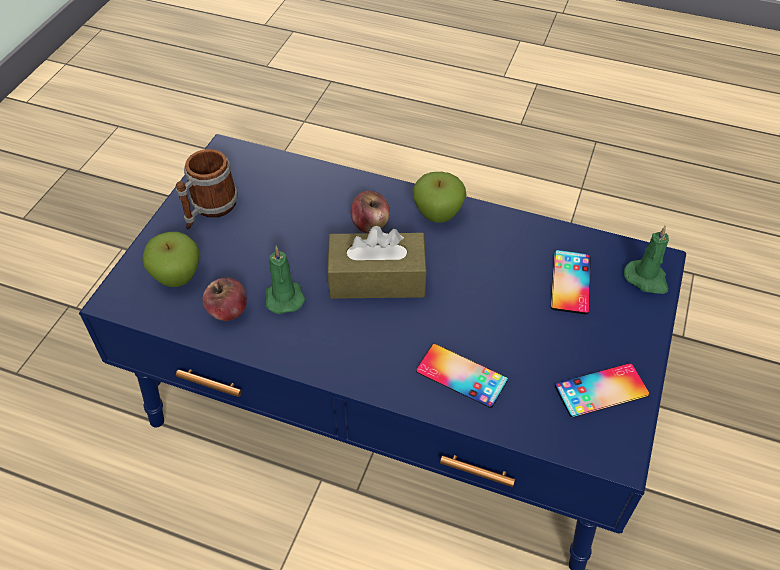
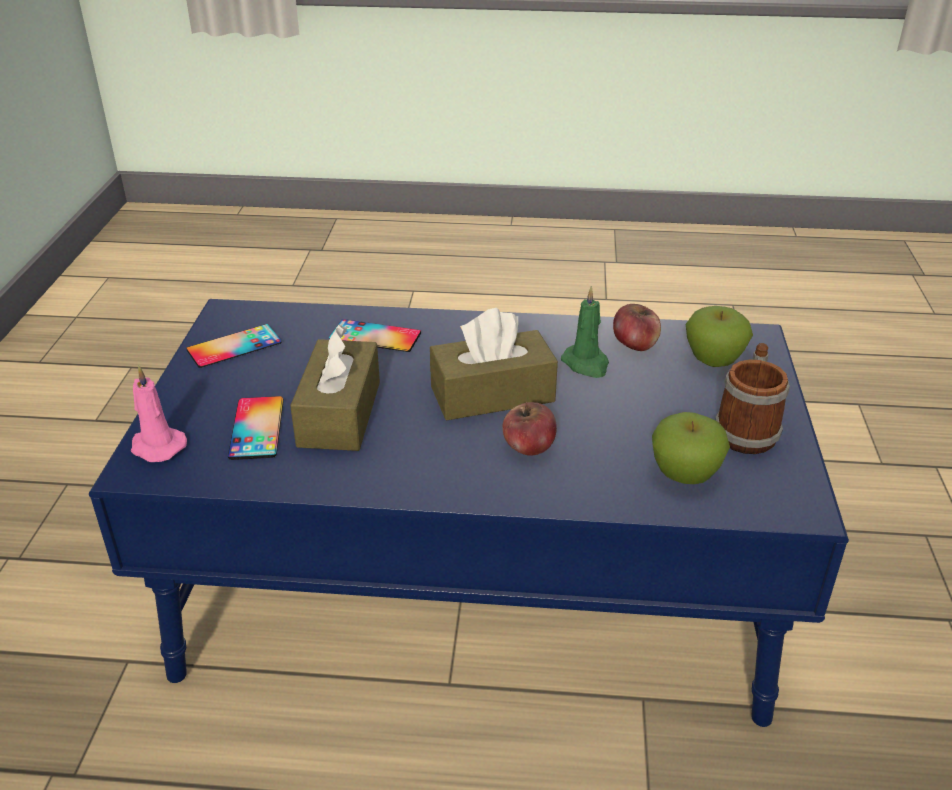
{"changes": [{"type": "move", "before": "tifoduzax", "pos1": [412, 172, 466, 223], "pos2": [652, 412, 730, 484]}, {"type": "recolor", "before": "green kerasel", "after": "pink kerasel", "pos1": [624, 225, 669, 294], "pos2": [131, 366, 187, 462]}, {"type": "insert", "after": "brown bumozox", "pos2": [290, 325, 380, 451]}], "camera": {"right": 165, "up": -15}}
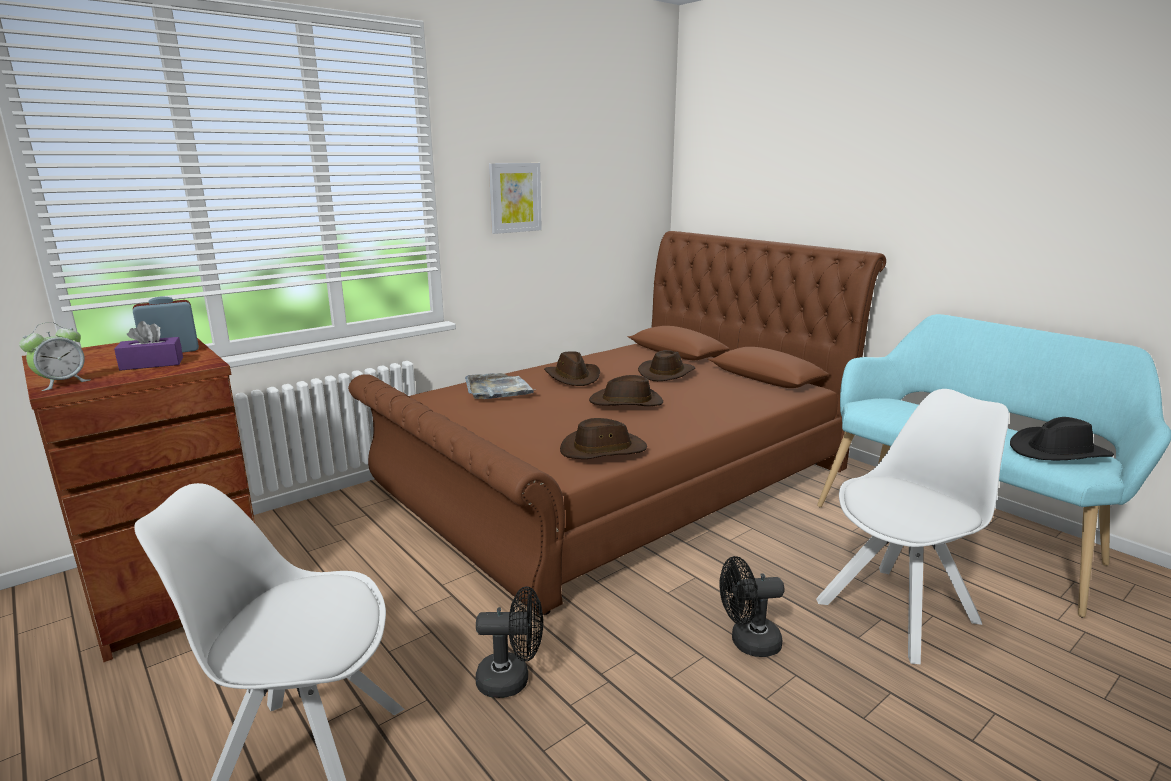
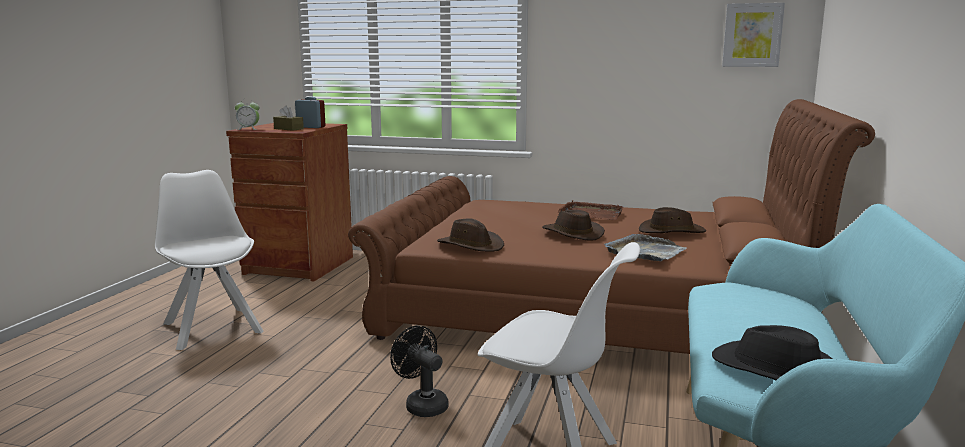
{"changes": [{"type": "recolor", "before": "purple bumozox", "after": "brown bumozox", "pos1": [114, 321, 183, 371], "pos2": [273, 105, 304, 131]}, {"type": "move", "before": "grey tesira", "pos1": [465, 373, 534, 399], "pos2": [604, 234, 686, 261]}, {"type": "delete", "before": "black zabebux", "pos1": [476, 587, 543, 698]}, {"type": "move", "before": "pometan", "pos1": [489, 163, 542, 234], "pos2": [722, 3, 785, 67]}, {"type": "replace", "before": "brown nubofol", "after": "brown tesira", "pos1": [544, 351, 600, 386], "pos2": [558, 200, 623, 220]}], "camera": {"right": 55, "up": -5}}
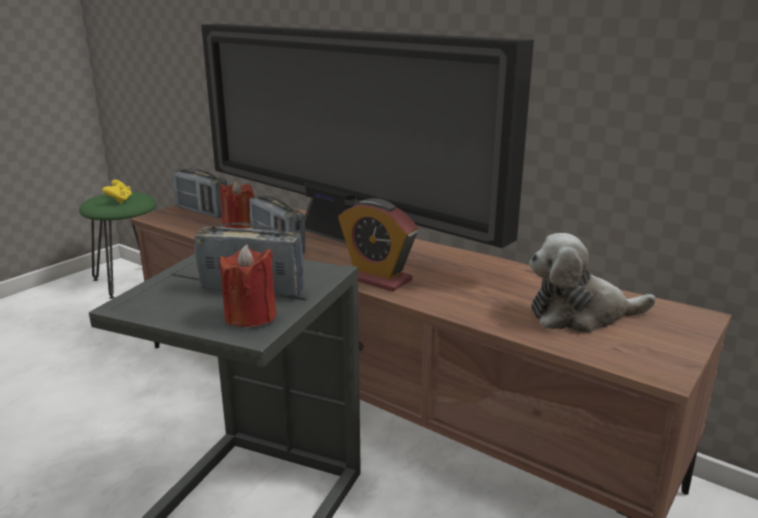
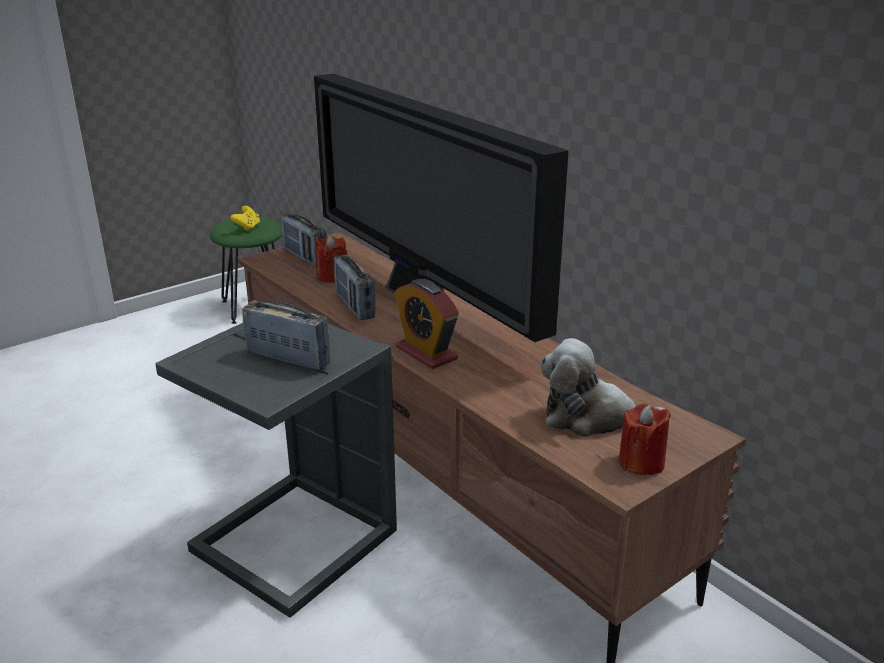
{"changes": [{"type": "move", "before": "red kerasel", "pos1": [219, 244, 277, 327], "pos2": [619, 403, 671, 475]}], "camera": {"right": 15, "up": 5}}
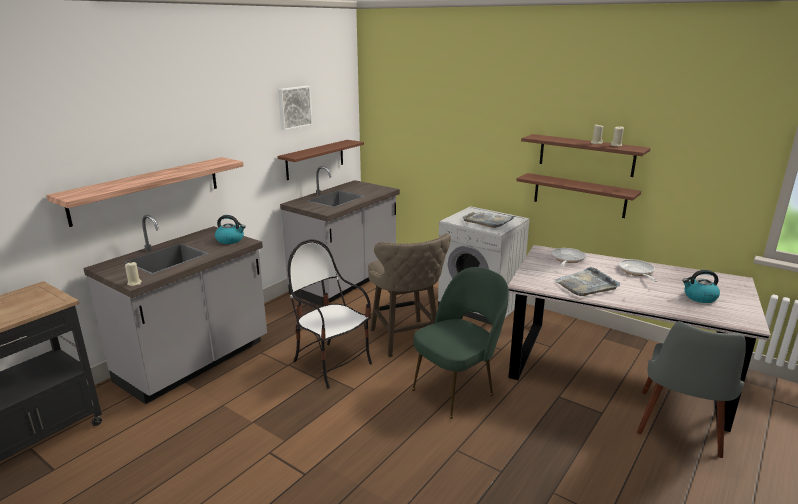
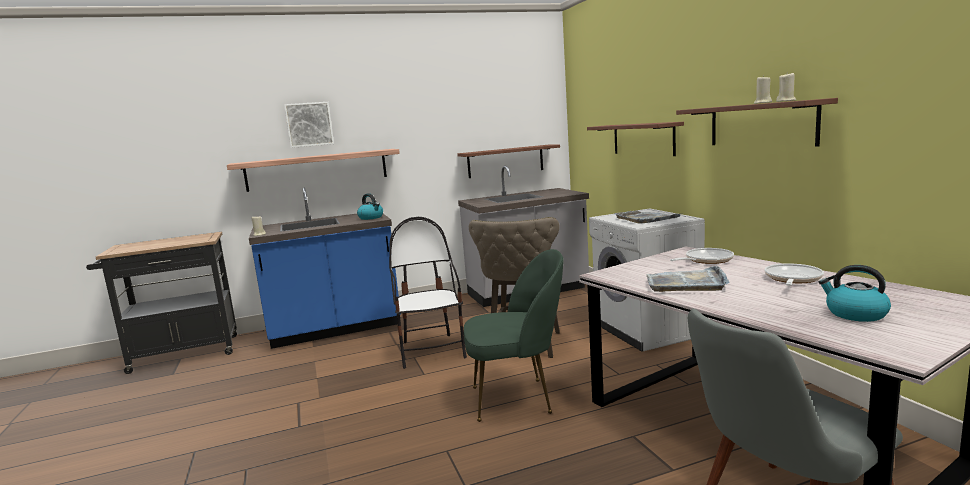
{"changes": [{"type": "recolor", "before": "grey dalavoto", "after": "blue dalavoto", "pos1": [83, 215, 267, 404], "pos2": [249, 188, 401, 349]}, {"type": "move", "before": "pometan", "pos1": [278, 86, 313, 130], "pos2": [284, 102, 334, 148]}, {"type": "move", "before": "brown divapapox", "pos1": [516, 173, 641, 218], "pos2": [587, 122, 684, 156]}], "camera": {"right": 35, "up": -10}}
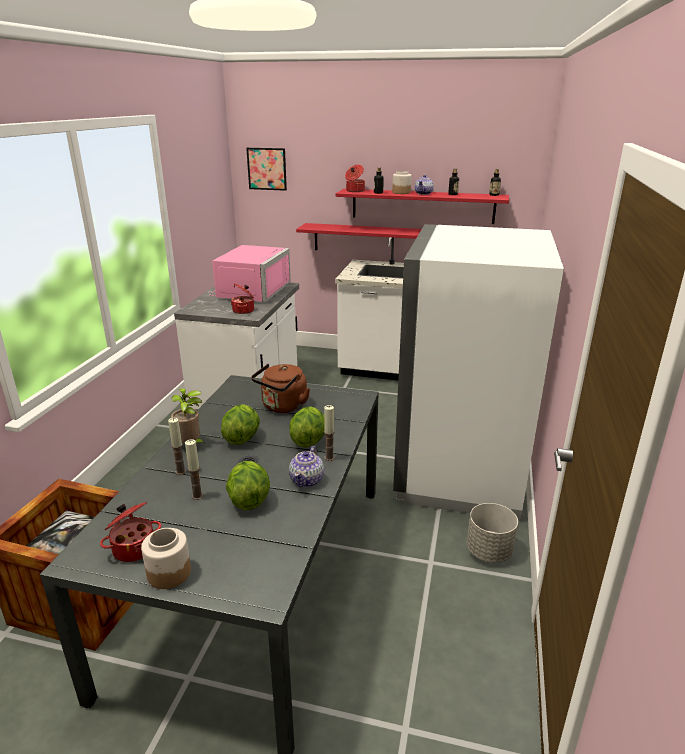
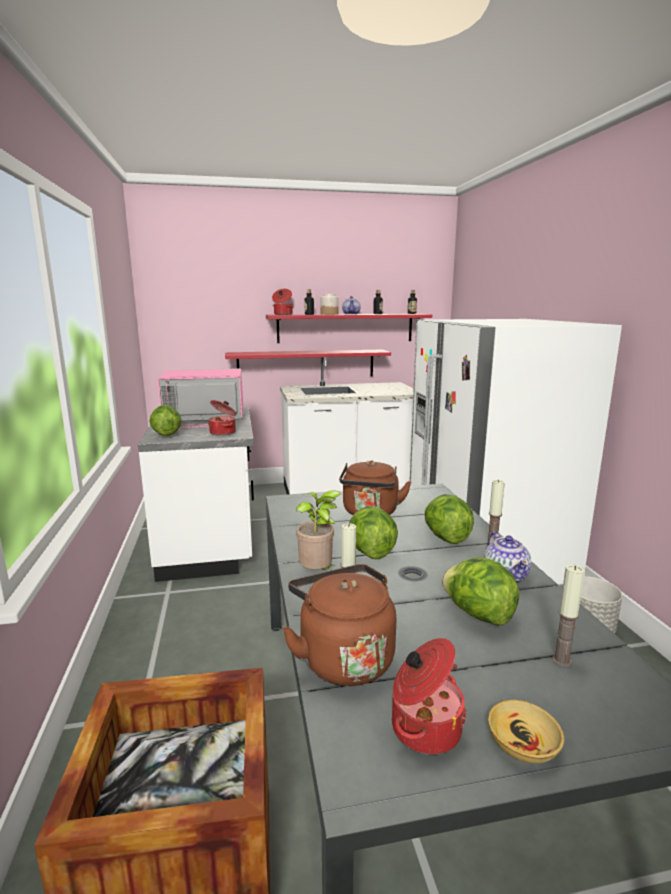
{"changes": [{"type": "replace", "before": "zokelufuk", "after": "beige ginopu", "pos1": [141, 528, 191, 589], "pos2": [488, 700, 564, 764]}, {"type": "move", "before": "kerasel", "pos1": [185, 439, 203, 500], "pos2": [552, 565, 585, 667]}, {"type": "rotate", "before": "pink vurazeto", "pos1": [210, 245, 291, 302], "pos2": [158, 368, 243, 428], "turn": -90}, {"type": "delete", "before": "pometan", "pos1": [246, 148, 287, 191]}, {"type": "insert", "after": "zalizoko", "pos2": [149, 405, 182, 436]}, {"type": "insert", "after": "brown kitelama", "pos2": [282, 564, 396, 686]}], "camera": {"right": -25, "up": -10}}
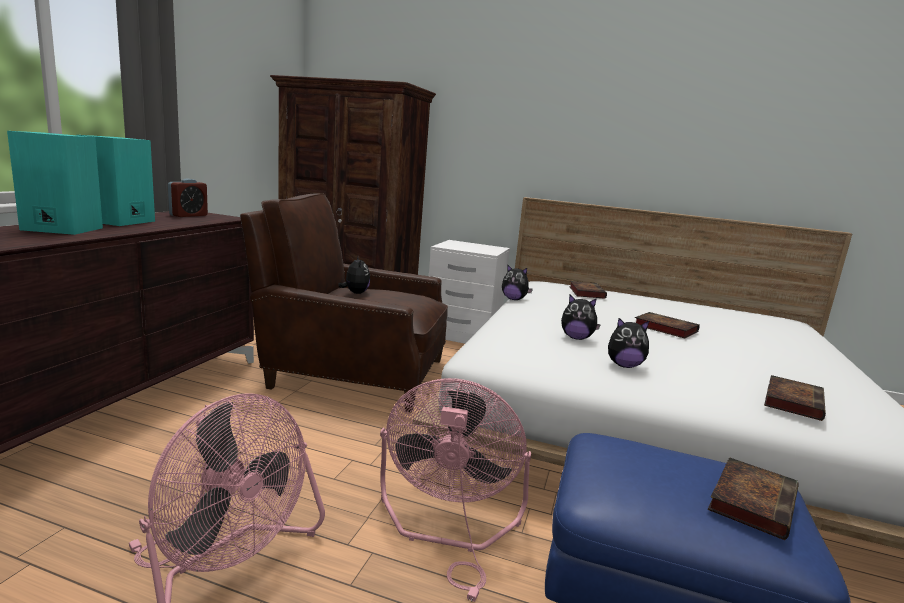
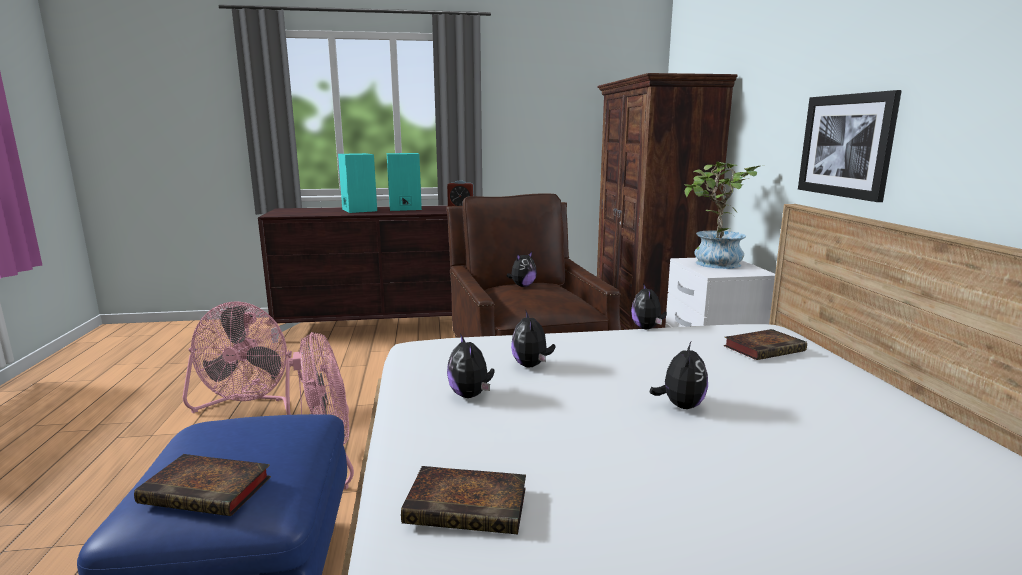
{"changes": [{"type": "replace", "before": "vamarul", "after": "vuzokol", "pos1": [635, 312, 700, 339], "pos2": [649, 342, 708, 409]}, {"type": "insert", "after": "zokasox", "pos2": [684, 162, 764, 269]}, {"type": "insert", "after": "pometan", "pos2": [798, 90, 902, 202]}], "camera": {"right": 65, "up": 0}}
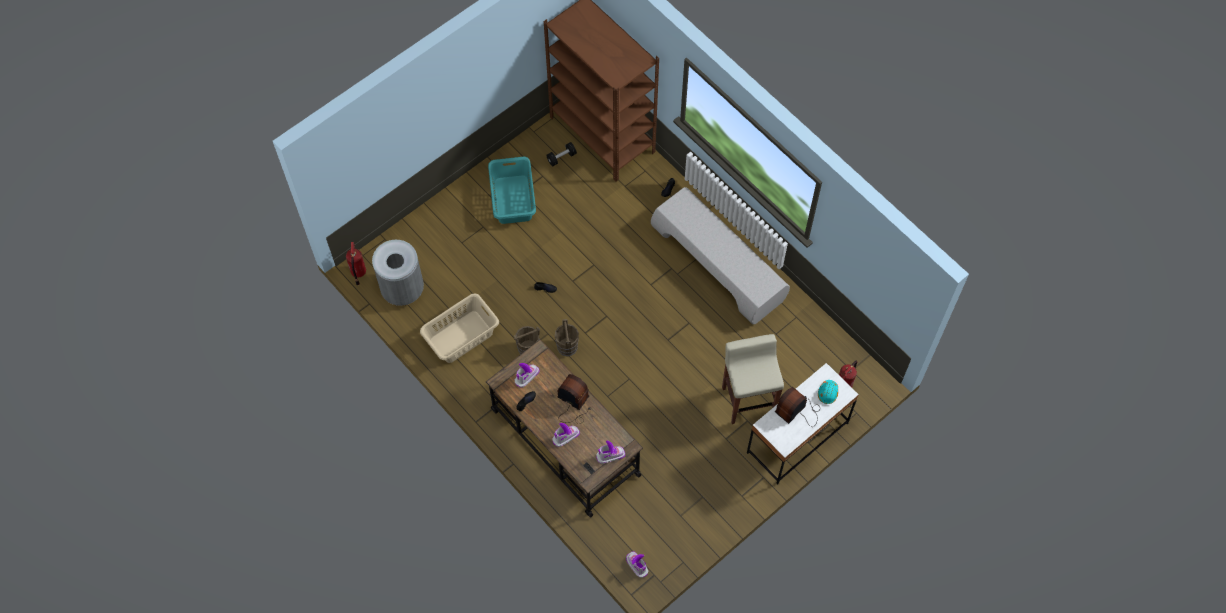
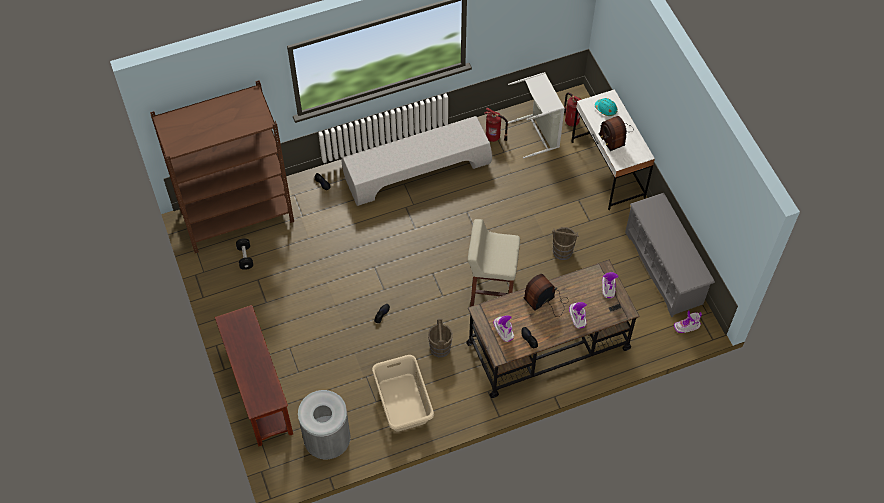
{"changes": [{"type": "move", "before": "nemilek", "pos1": [346, 242, 366, 285], "pos2": [484, 108, 508, 142]}, {"type": "delete", "before": "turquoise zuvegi", "pos1": [488, 157, 536, 224]}, {"type": "move", "before": "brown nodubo", "pos1": [555, 319, 579, 356], "pos2": [552, 227, 579, 260]}, {"type": "move", "before": "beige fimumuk", "pos1": [722, 334, 784, 424], "pos2": [468, 219, 520, 307]}, {"type": "insert", "after": "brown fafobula", "pos2": [215, 305, 293, 447]}, {"type": "insert", "after": "grey zuvegi", "pos2": [505, 72, 565, 158]}, {"type": "insert", "after": "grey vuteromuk", "pos2": [625, 193, 715, 317]}], "camera": {"right": -70, "up": -5}}
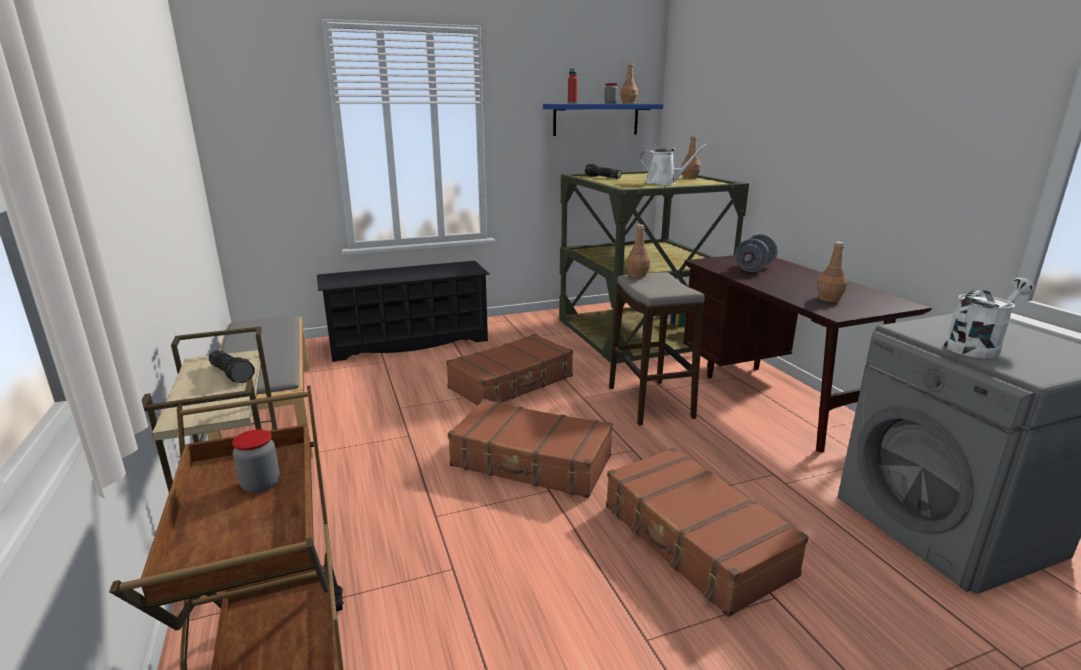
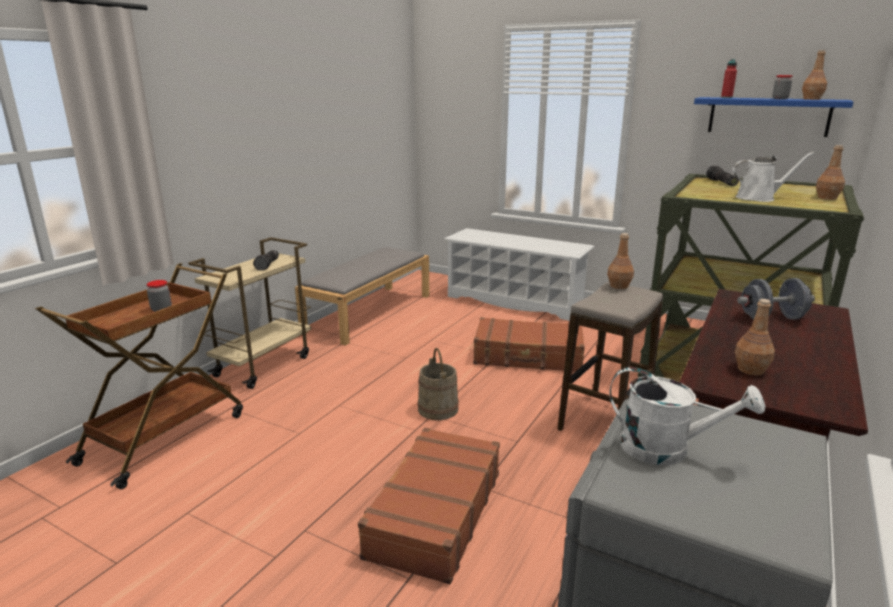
{"changes": [{"type": "recolor", "before": "black vuteromuk", "after": "white vuteromuk", "pos1": [317, 261, 490, 362], "pos2": [445, 228, 594, 321]}, {"type": "replace", "before": "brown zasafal", "after": "beige nodubo", "pos1": [448, 399, 613, 498], "pos2": [417, 348, 459, 420]}, {"type": "rotate", "before": "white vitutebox", "pos1": [640, 144, 708, 185], "pos2": [733, 152, 815, 202], "turn": -60}], "camera": {"right": 50, "up": 0}}
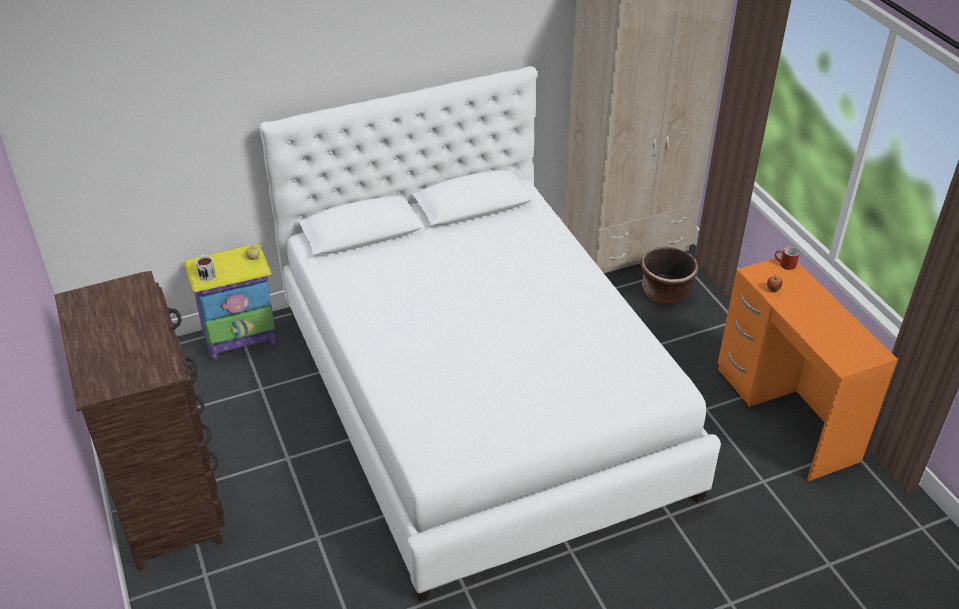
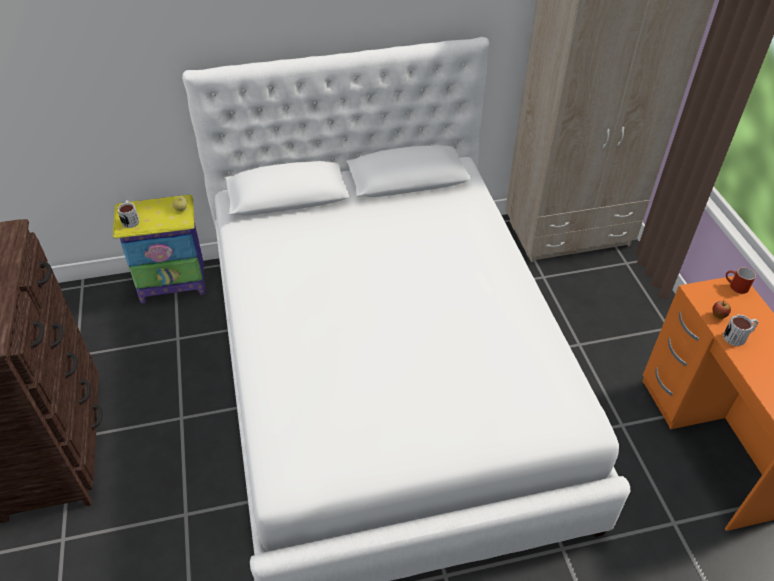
{"changes": [{"type": "delete", "before": "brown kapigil", "pos1": [640, 247, 699, 305]}, {"type": "insert", "after": "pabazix", "pos2": [723, 314, 758, 346]}], "camera": {"right": 10, "up": 5}}
